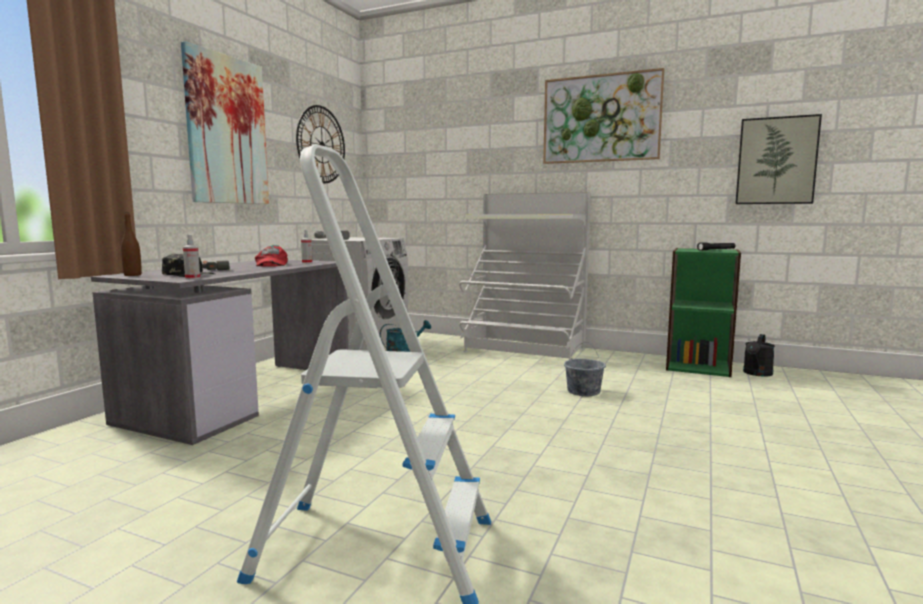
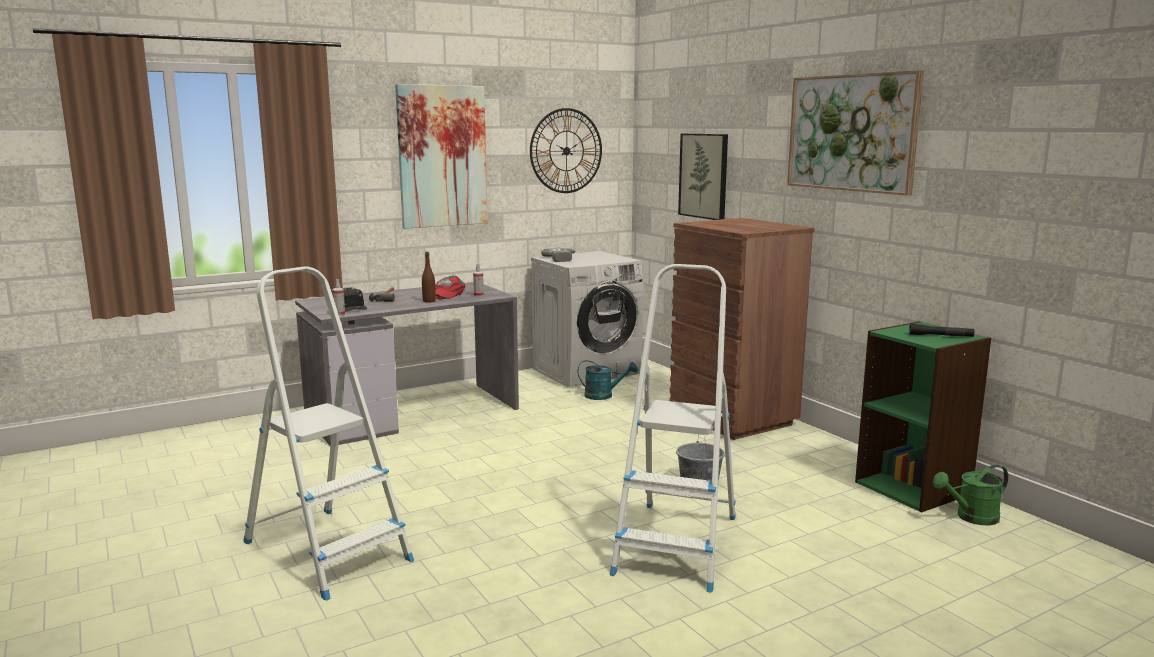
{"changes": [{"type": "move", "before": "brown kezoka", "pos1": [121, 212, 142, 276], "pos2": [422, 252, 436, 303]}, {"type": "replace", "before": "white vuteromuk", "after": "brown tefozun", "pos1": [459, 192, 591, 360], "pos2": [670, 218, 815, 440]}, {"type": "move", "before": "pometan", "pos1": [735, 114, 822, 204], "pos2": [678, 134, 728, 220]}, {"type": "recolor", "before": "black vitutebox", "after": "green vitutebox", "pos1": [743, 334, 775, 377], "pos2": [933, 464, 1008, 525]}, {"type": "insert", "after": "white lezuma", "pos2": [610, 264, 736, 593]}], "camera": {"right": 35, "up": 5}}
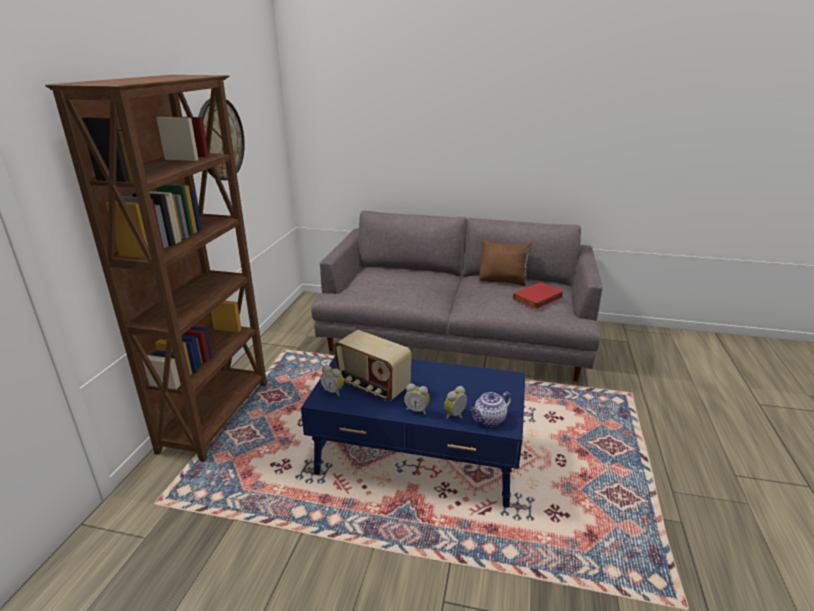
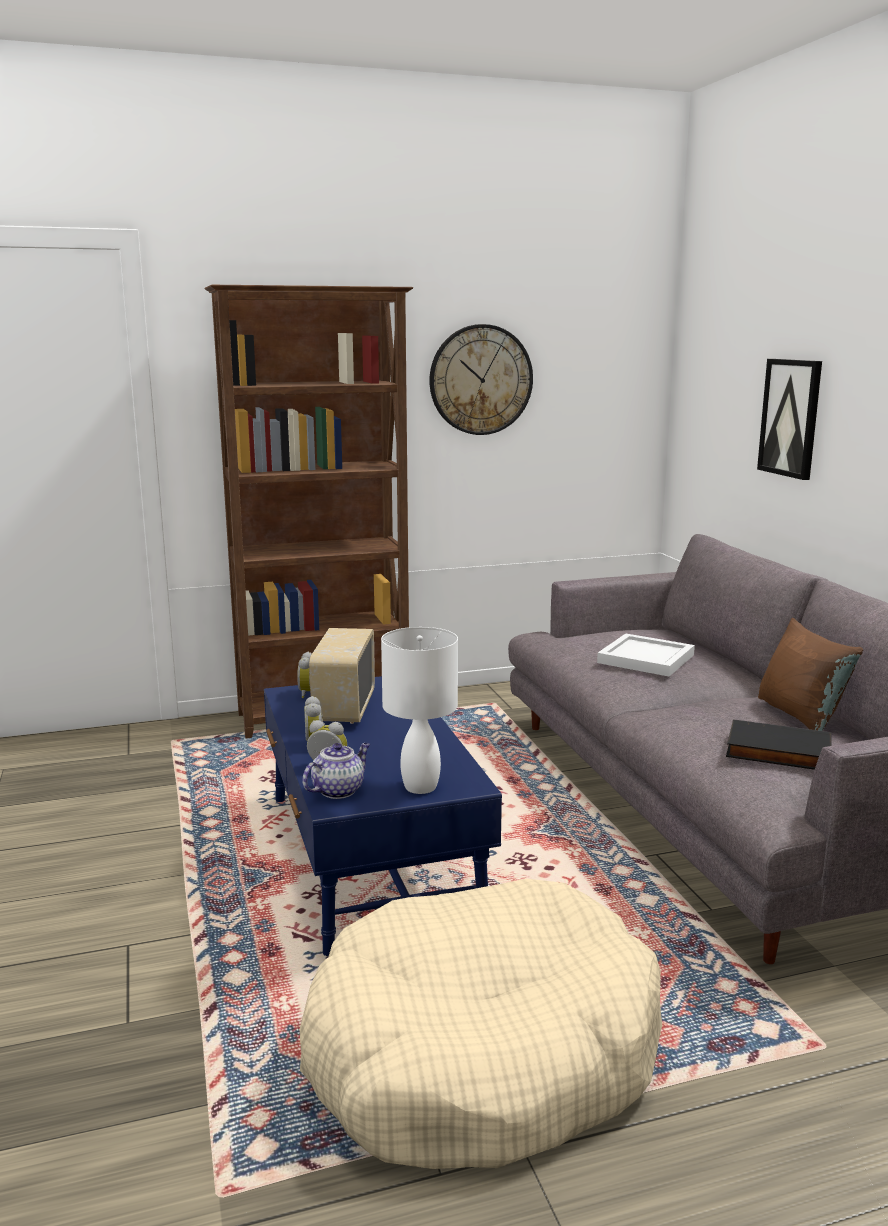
{"changes": [{"type": "rotate", "before": "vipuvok", "pos1": [470, 392, 512, 427], "pos2": [302, 743, 370, 799], "turn": 105}, {"type": "recolor", "before": "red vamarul", "after": "black vamarul", "pos1": [513, 282, 564, 309], "pos2": [726, 719, 832, 770]}, {"type": "insert", "after": "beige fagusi", "pos2": [300, 879, 662, 1169]}, {"type": "insert", "after": "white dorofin", "pos2": [381, 627, 458, 794]}, {"type": "insert", "after": "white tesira", "pos2": [597, 634, 695, 676]}, {"type": "insert", "after": "pometan", "pos2": [757, 359, 822, 480]}], "camera": {"right": 60, "up": -10}}
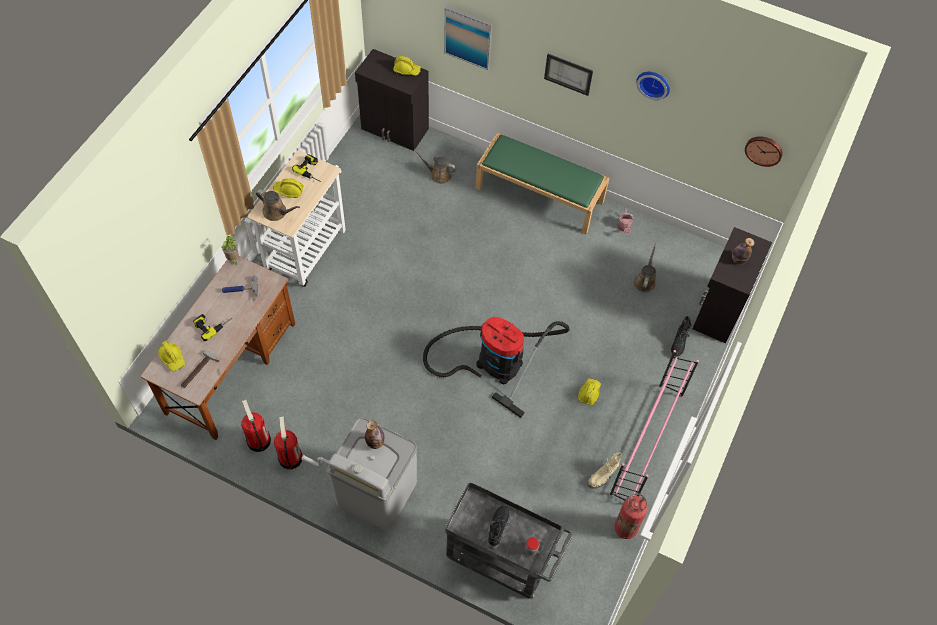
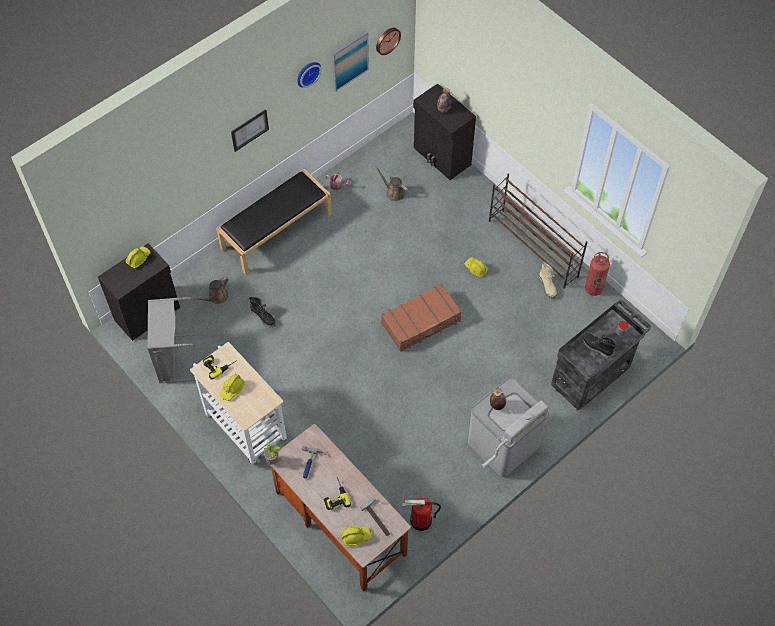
{"changes": [{"type": "delete", "before": "brown vitutebox", "pos1": [256, 190, 300, 221]}, {"type": "delete", "before": "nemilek", "pos1": [274, 416, 302, 470]}, {"type": "replace", "before": "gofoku", "after": "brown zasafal", "pos1": [423, 317, 570, 418], "pos2": [381, 284, 462, 352]}, {"type": "move", "before": "pometan", "pos1": [444, 6, 493, 70], "pos2": [332, 31, 369, 91]}, {"type": "recolor", "before": "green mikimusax", "after": "black mikimusax", "pos1": [476, 133, 609, 235], "pos2": [216, 169, 332, 275]}, {"type": "recolor", "before": "pink vuteromuk", "after": "brown vuteromuk", "pos1": [609, 350, 699, 500], "pos2": [489, 173, 588, 289]}, {"type": "move", "before": "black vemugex", "pos1": [670, 316, 692, 358], "pos2": [249, 297, 276, 328]}, {"type": "insert", "after": "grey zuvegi", "pos2": [147, 297, 204, 383]}], "camera": {"right": -65, "up": 0}}
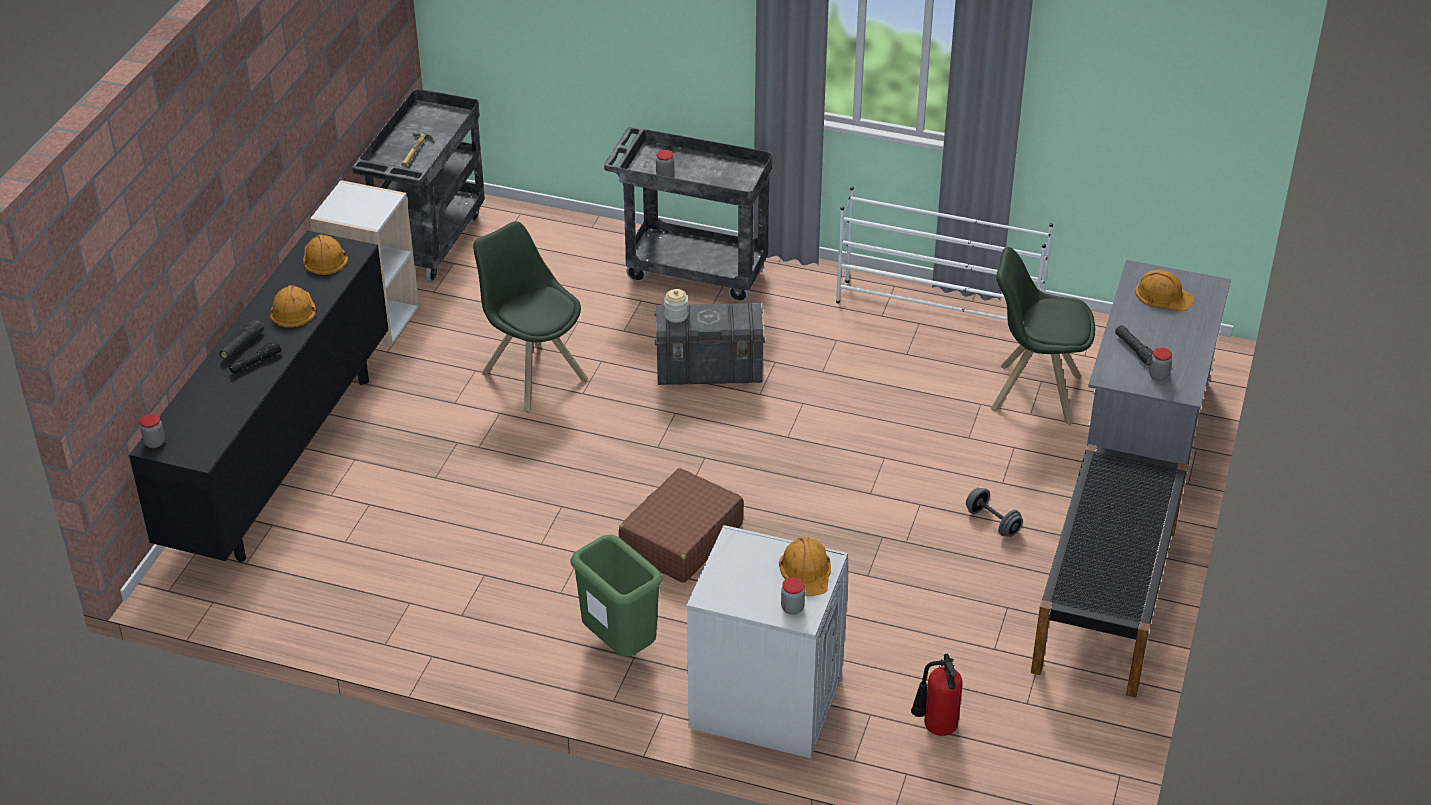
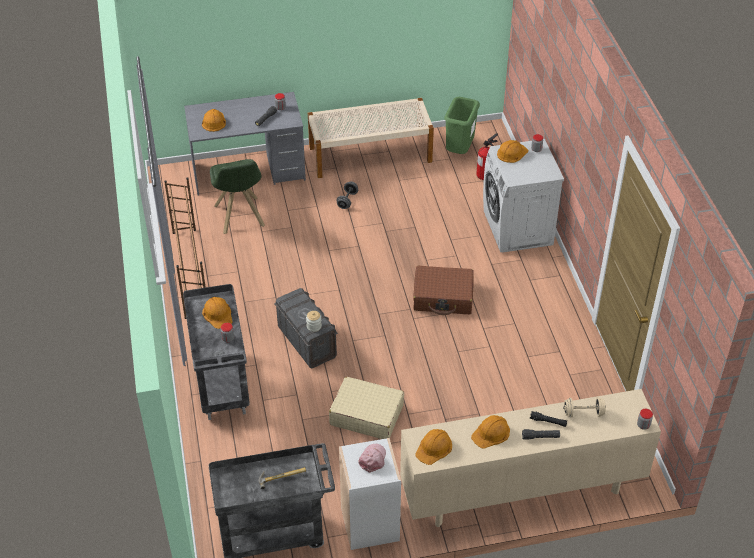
{"changes": [{"type": "recolor", "before": "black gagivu", "after": "beige gagivu", "pos1": [129, 231, 389, 562], "pos2": [400, 389, 661, 527]}, {"type": "replace", "before": "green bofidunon", "after": "beige zasafal", "pos1": [473, 221, 588, 412], "pos2": [329, 377, 404, 439]}, {"type": "move", "before": "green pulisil", "pos1": [570, 535, 663, 657], "pos2": [444, 97, 480, 154]}, {"type": "recolor", "before": "white vuteromuk", "after": "brown vuteromuk", "pos1": [836, 187, 1053, 320], "pos2": [164, 177, 206, 319]}, {"type": "recolor", "before": "black mikimusax", "after": "beige mikimusax", "pos1": [1031, 444, 1188, 698], "pos2": [308, 98, 434, 178]}, {"type": "insert", "after": "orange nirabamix", "pos2": [202, 297, 232, 329]}, {"type": "insert", "after": "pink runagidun", "pos2": [358, 444, 386, 473]}, {"type": "insert", "after": "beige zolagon", "pos2": [563, 397, 606, 418]}], "camera": {"right": -120, "up": 5}}
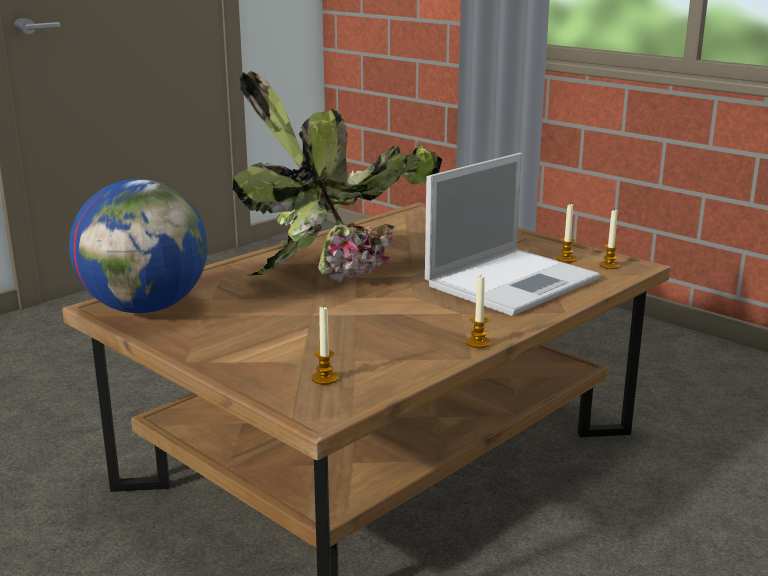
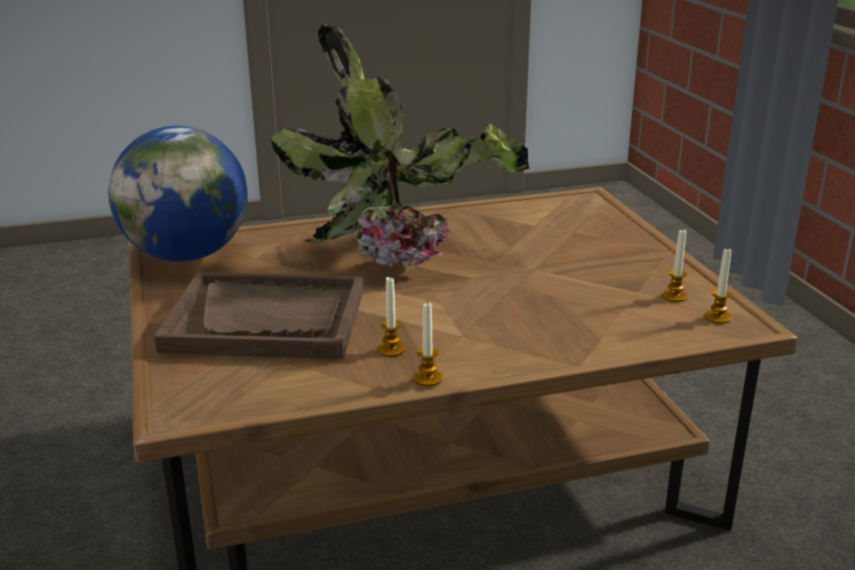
{"changes": [{"type": "move", "before": "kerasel", "pos1": [312, 305, 338, 385], "pos2": [378, 277, 405, 357]}, {"type": "delete", "before": "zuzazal", "pos1": [425, 153, 600, 316]}, {"type": "insert", "after": "brown tesira", "pos2": [154, 272, 363, 359]}], "camera": {"right": 30, "up": 5}}
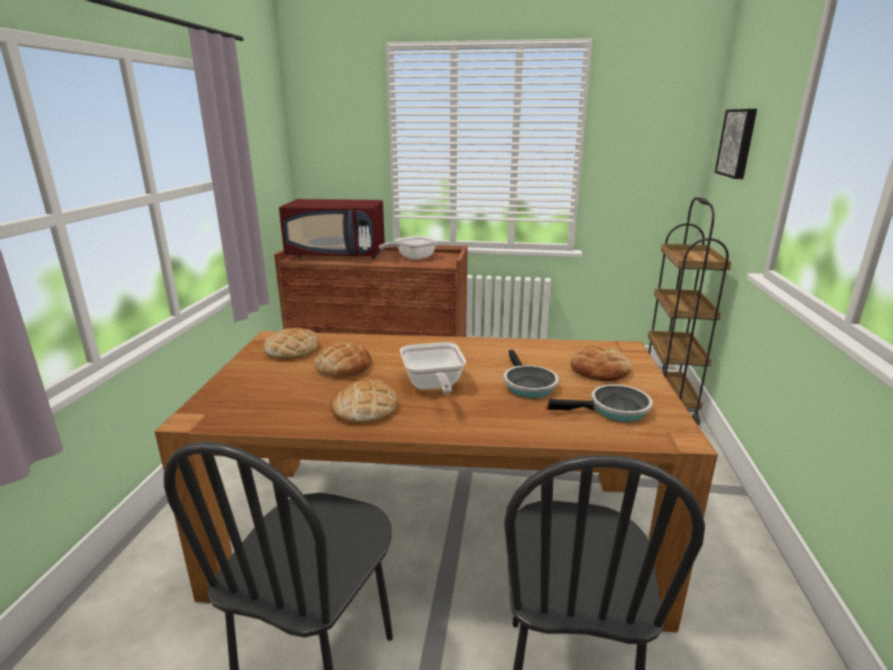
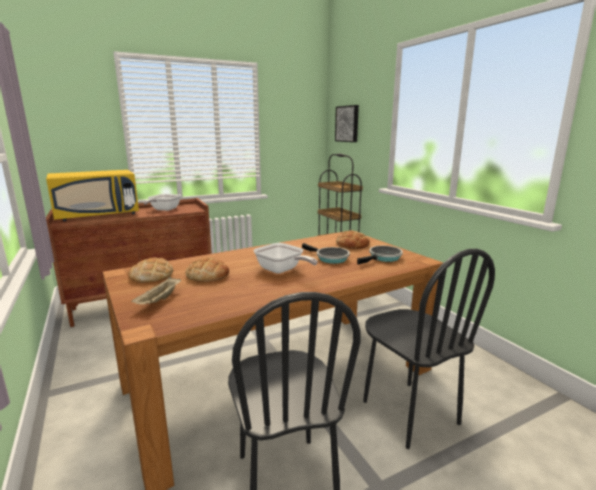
{"changes": [{"type": "recolor", "before": "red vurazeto", "after": "yellow vurazeto", "pos1": [279, 199, 385, 259], "pos2": [46, 170, 139, 221]}, {"type": "delete", "before": "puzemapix", "pos1": [330, 378, 397, 423]}, {"type": "insert", "after": "beige tesira", "pos2": [131, 277, 181, 304]}], "camera": {"right": -35, "up": -5}}
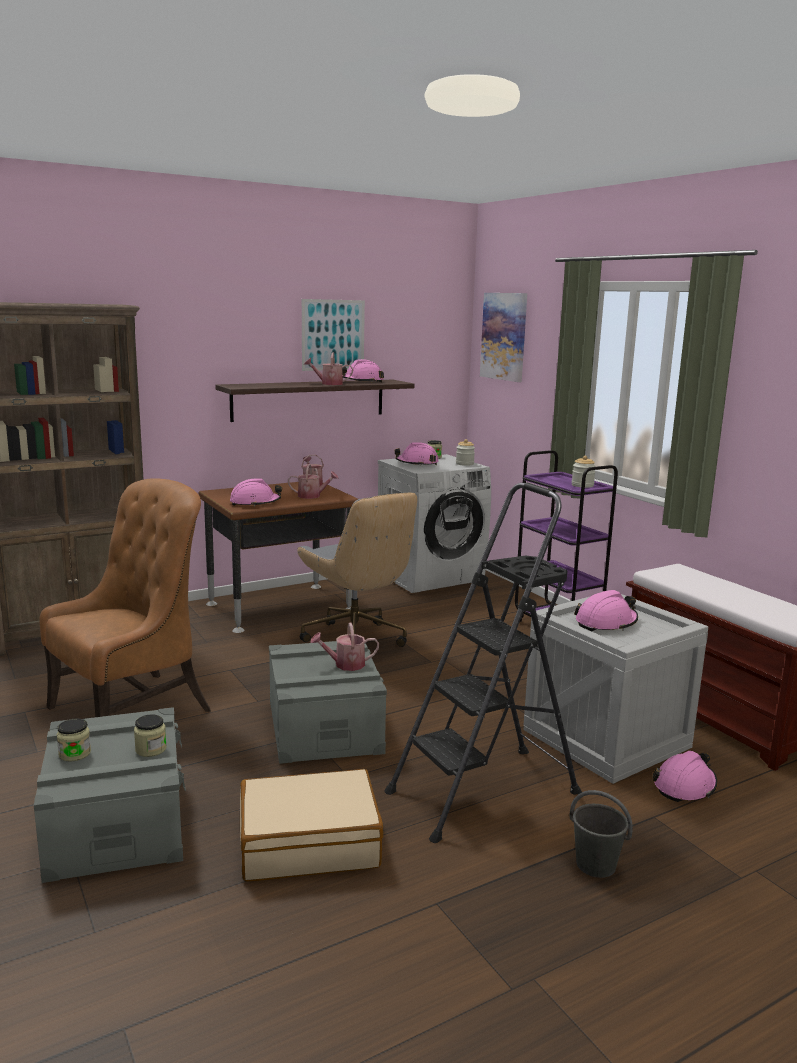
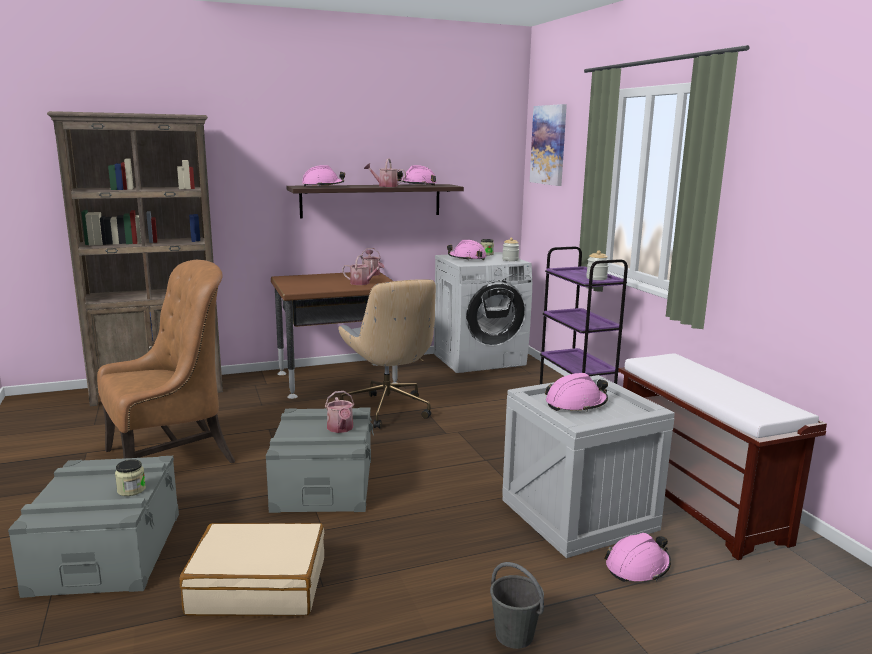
{"changes": [{"type": "delete", "before": "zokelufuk", "pos1": [57, 719, 91, 762]}, {"type": "move", "before": "pink nirabamix", "pos1": [230, 479, 282, 507], "pos2": [302, 165, 345, 187]}, {"type": "delete", "before": "pometan", "pos1": [302, 299, 365, 371]}, {"type": "rotate", "before": "vitutebox", "pos1": [310, 623, 379, 671], "pos2": [325, 391, 354, 433], "turn": -105}, {"type": "delete", "before": "lezuma", "pos1": [384, 483, 582, 843]}], "camera": {"right": 10, "up": 0}}
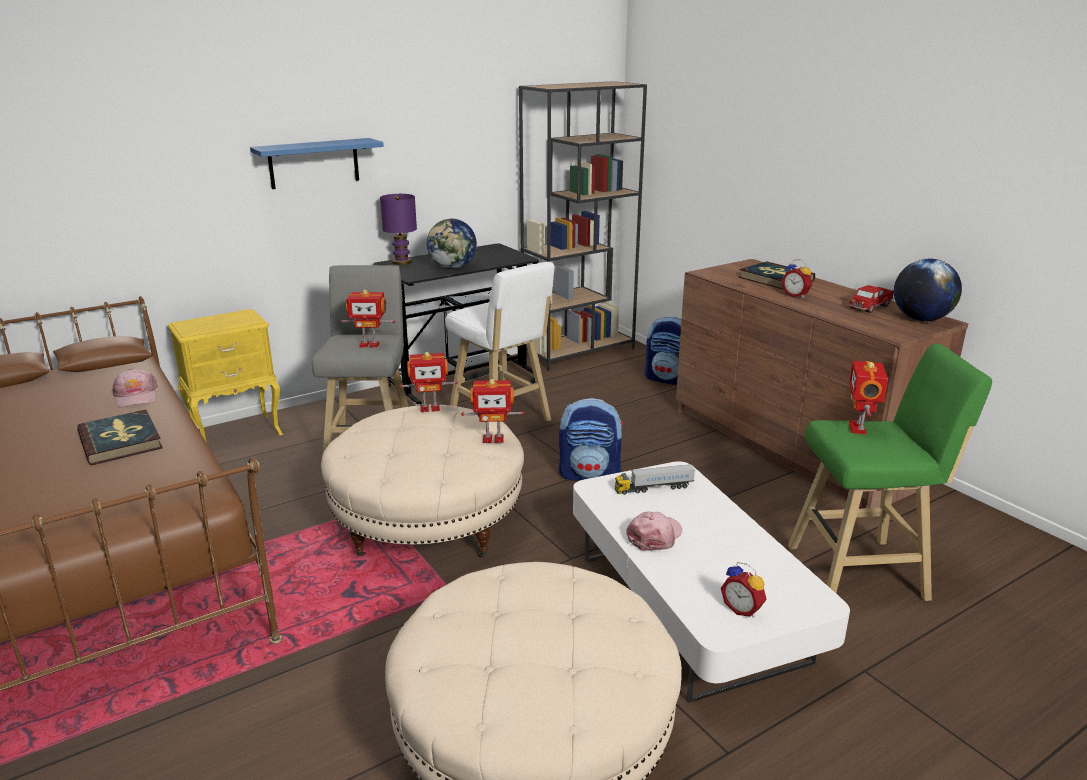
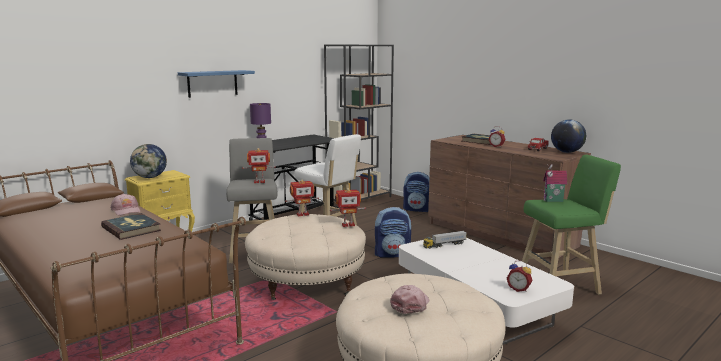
{"changes": [{"type": "move", "before": "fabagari", "pos1": [427, 219, 477, 269], "pos2": [130, 144, 167, 178]}, {"type": "move", "before": "pink runagidun", "pos1": [626, 511, 682, 551], "pos2": [390, 285, 429, 314]}, {"type": "replace", "before": "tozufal", "after": "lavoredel", "pos1": [849, 361, 888, 434], "pos2": [543, 164, 567, 202]}], "camera": {"right": -10, "up": -10}}
